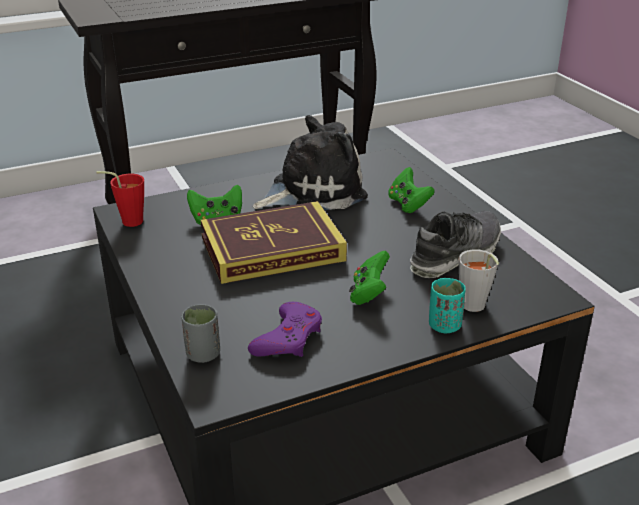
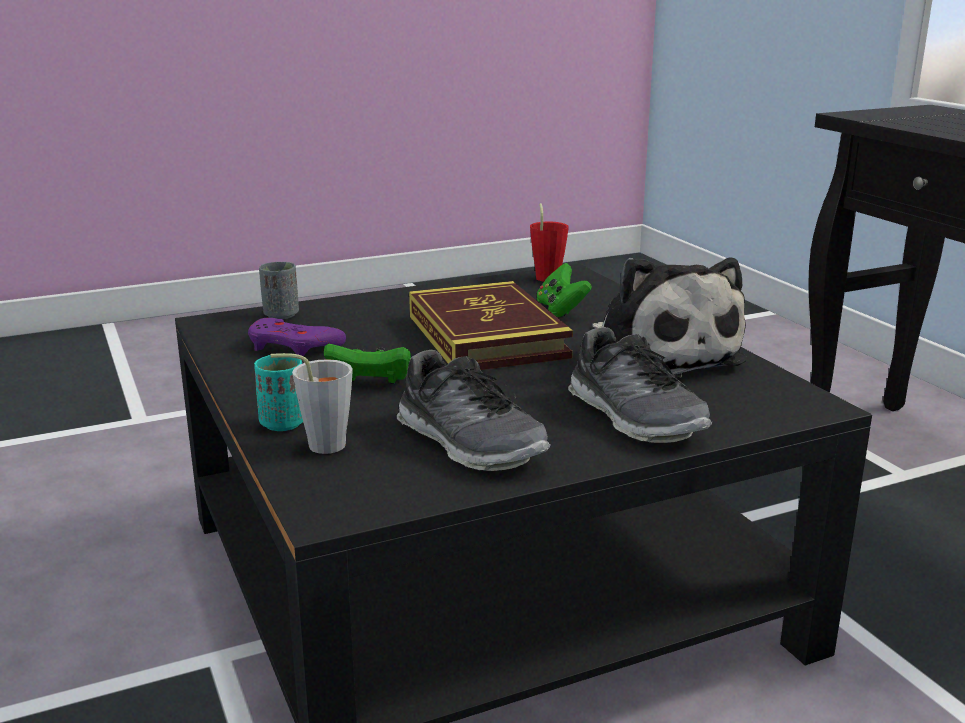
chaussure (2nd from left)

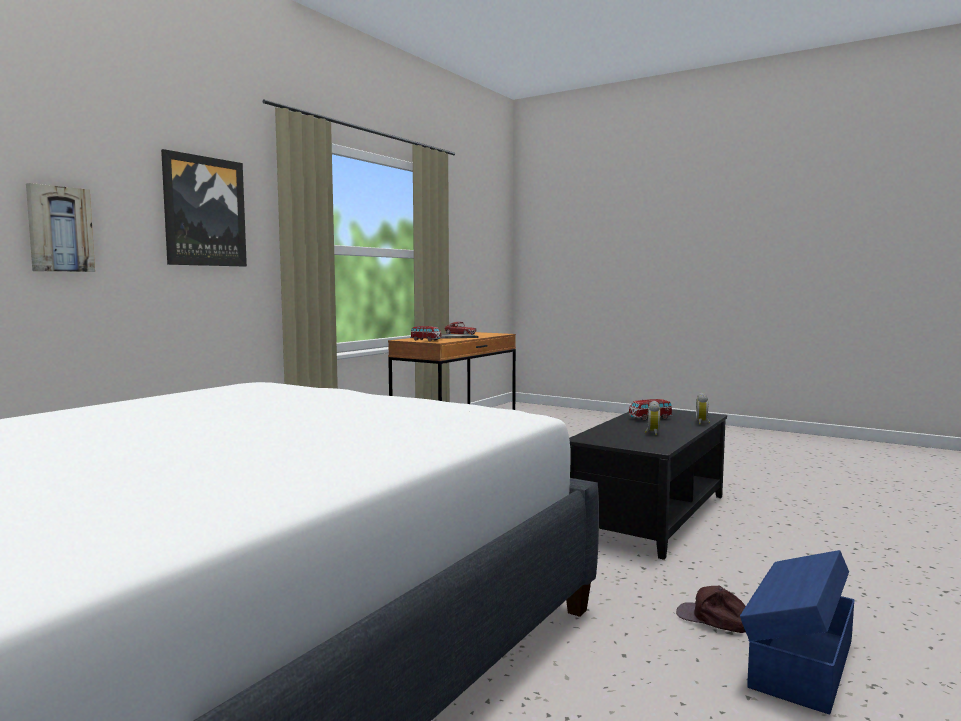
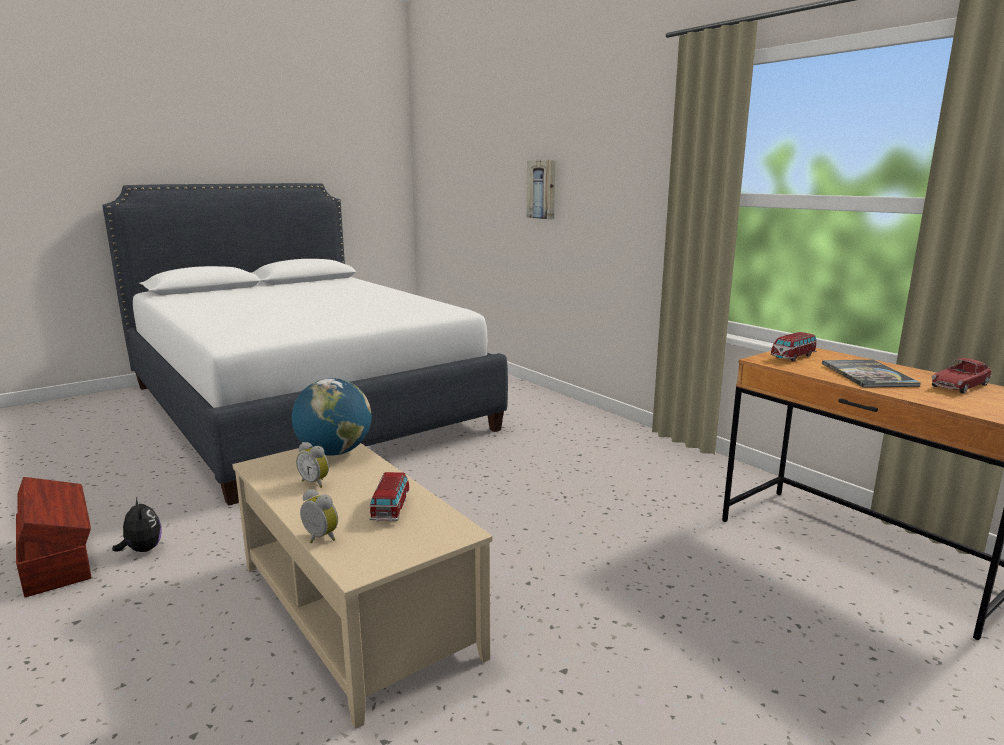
tableau (2nd from left in the first image); globe; peluche; table basse (beige); boîte de rangement (marron)

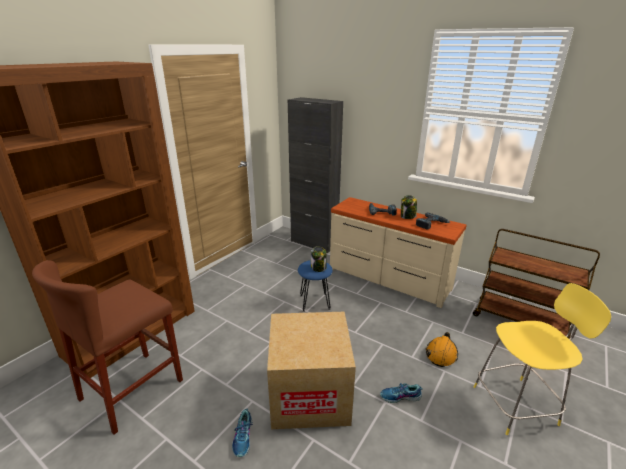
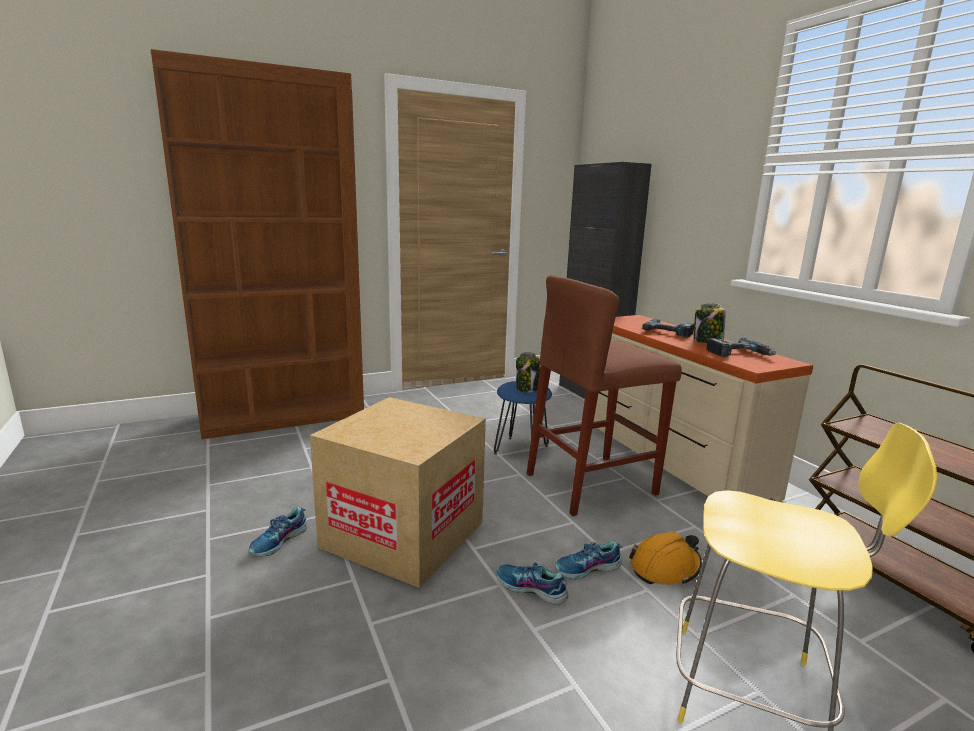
chaussure (3rd from left); tabouret (marron)

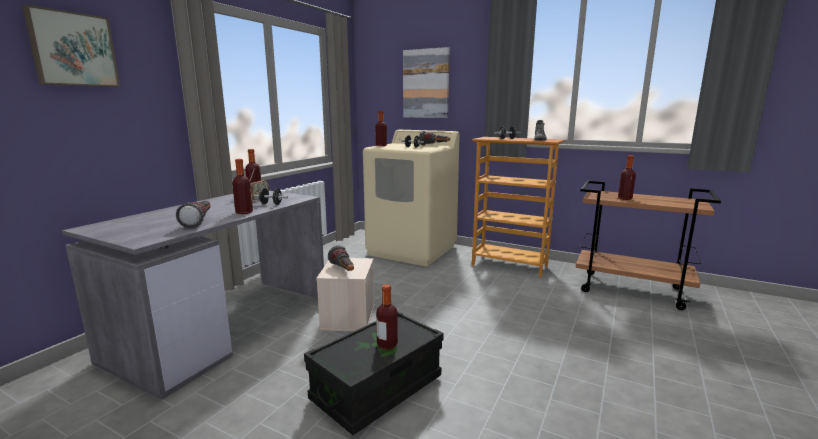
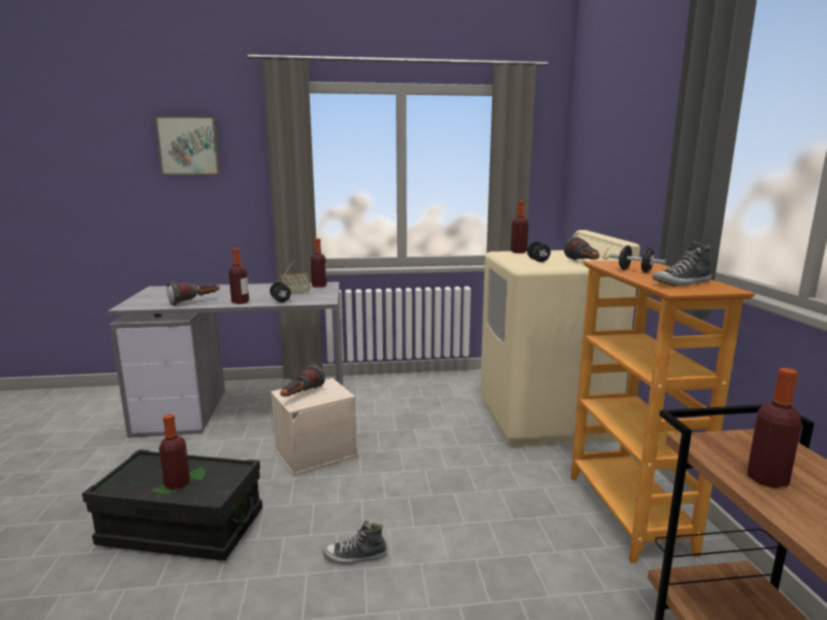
tableau (2nd from left in the first image); chaussure (1st from left)

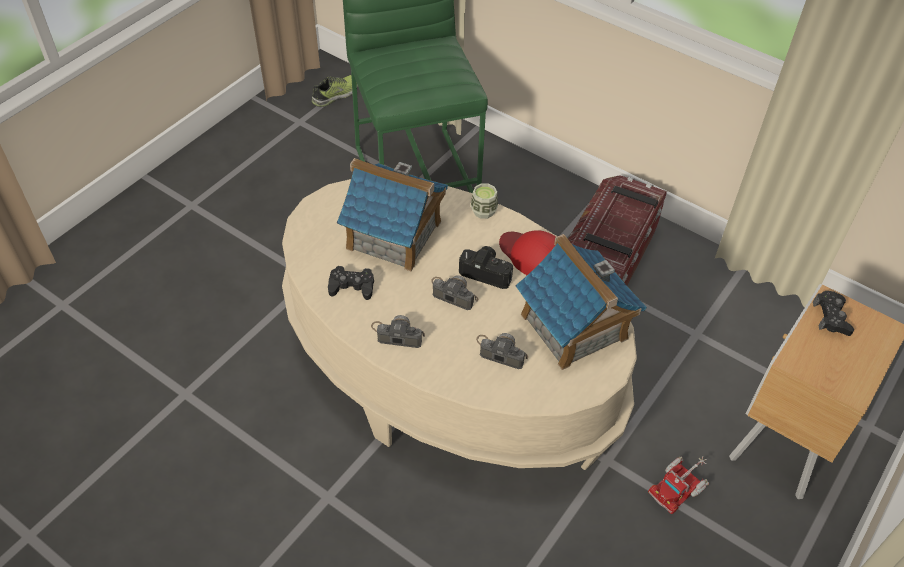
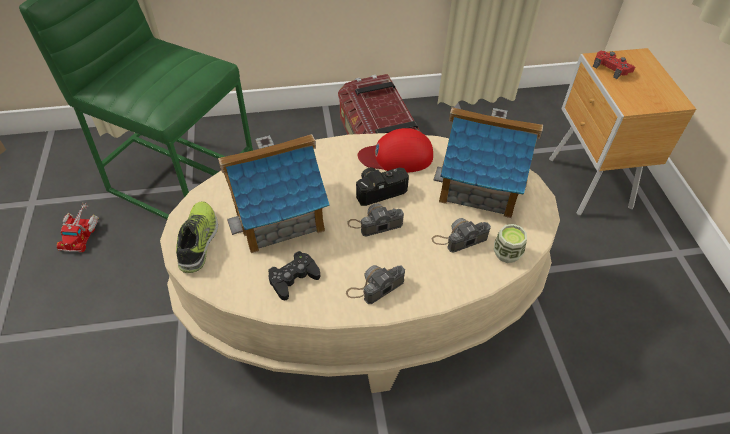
chaussure; tasse; camion jouet; manette (rouge)

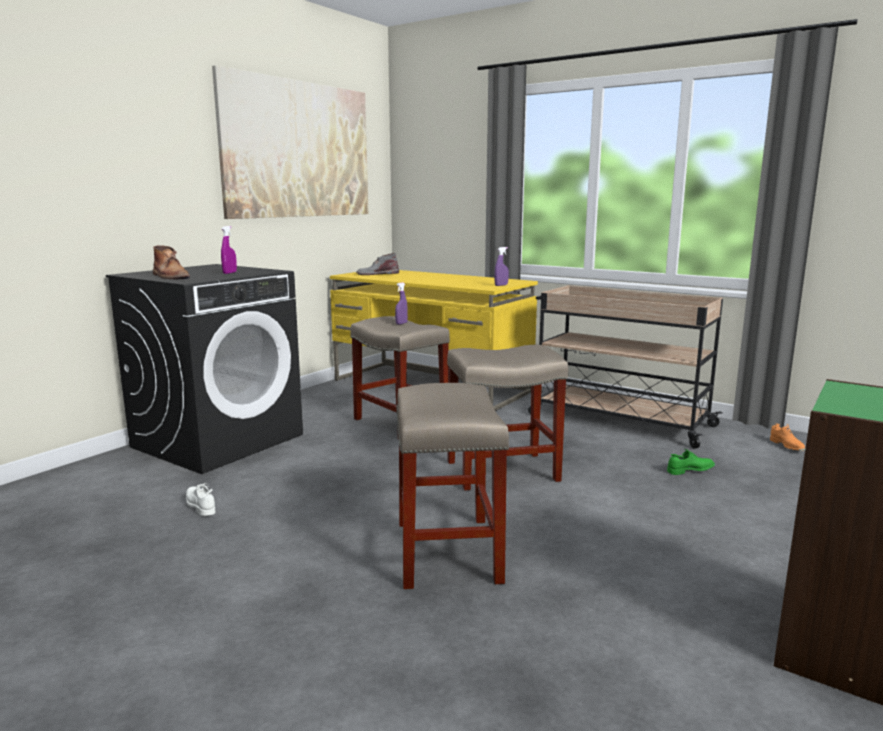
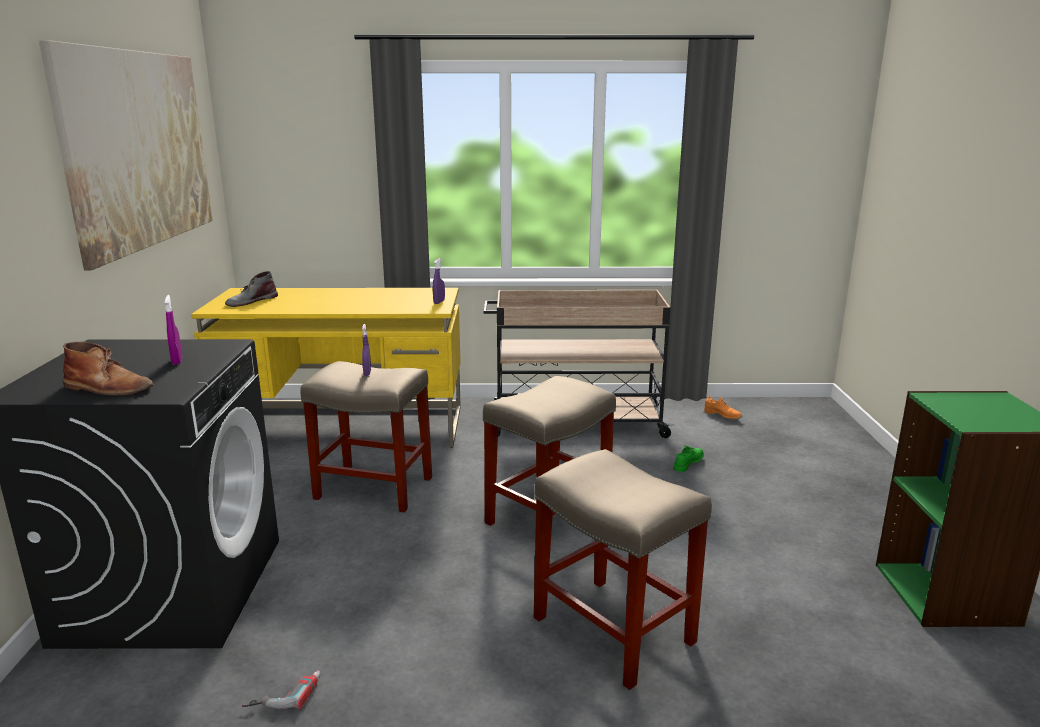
perceuse

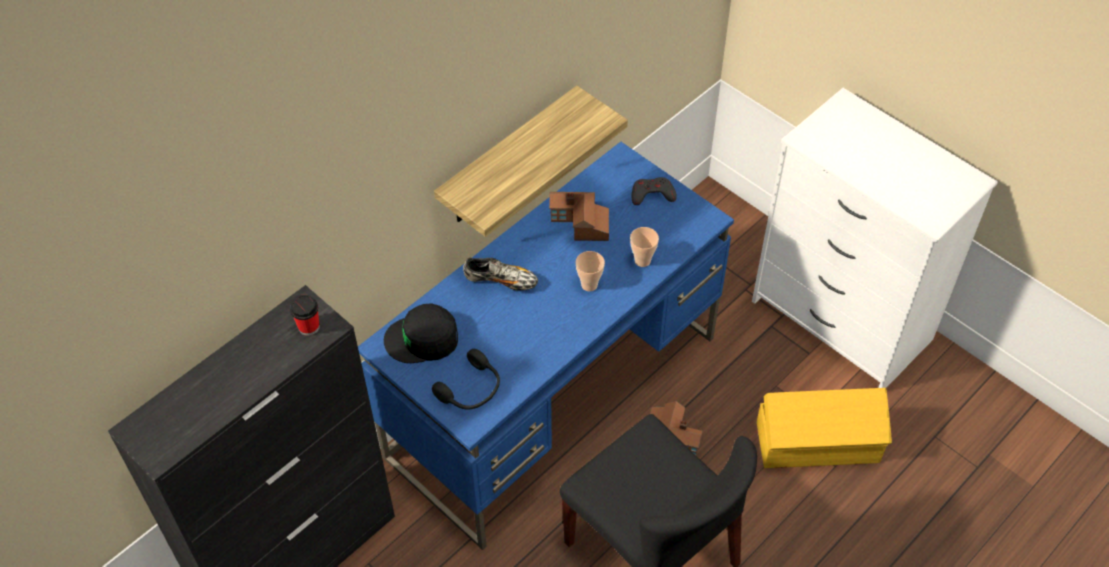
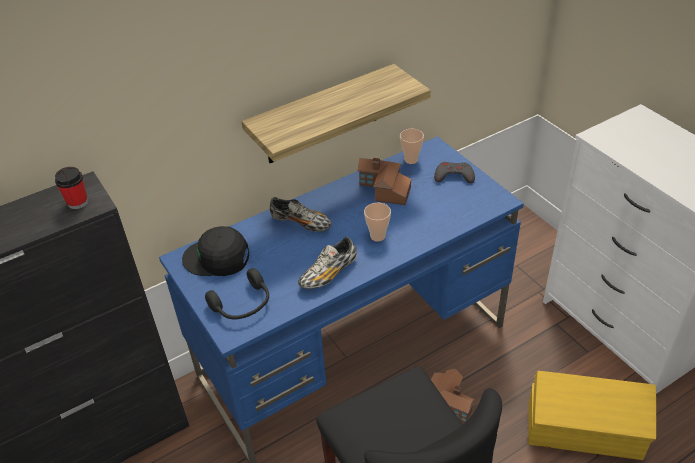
chaussure (2nd from left); tasse (3rd from left)

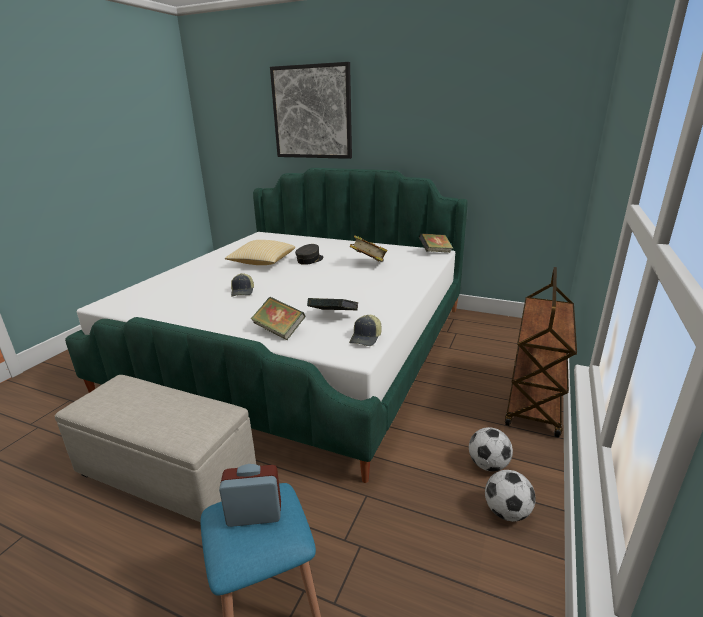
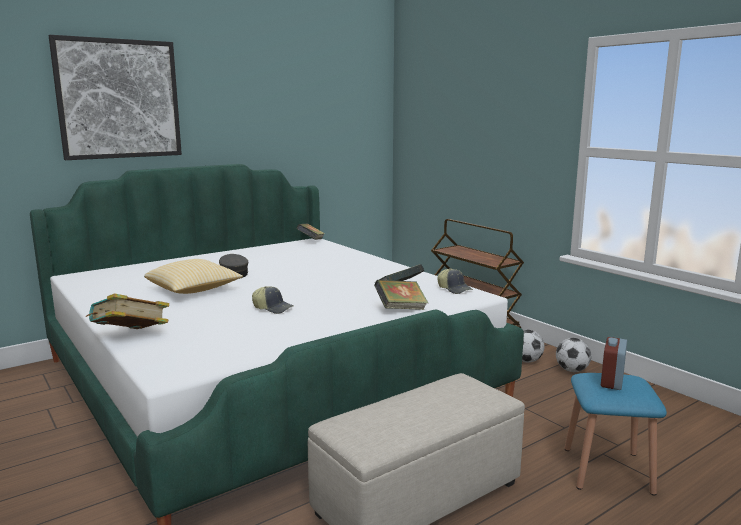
livre (1st from left)

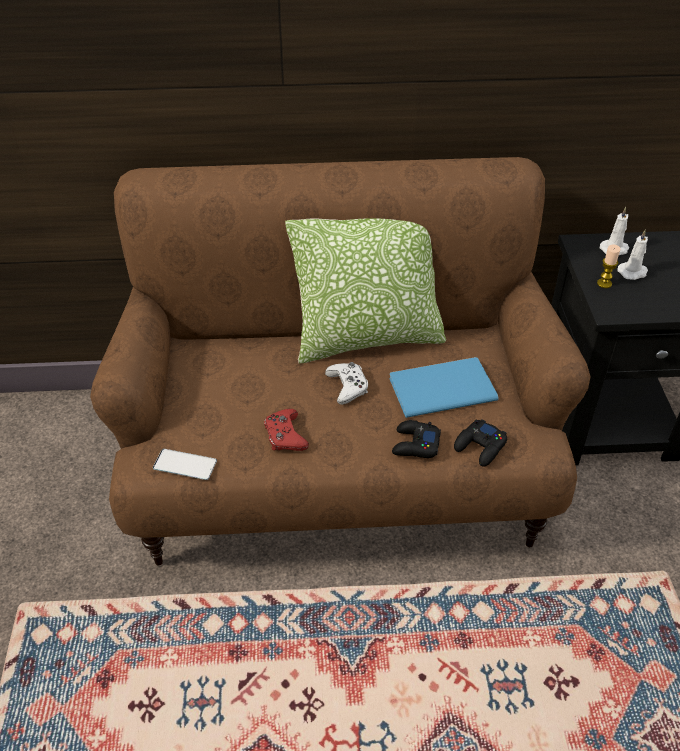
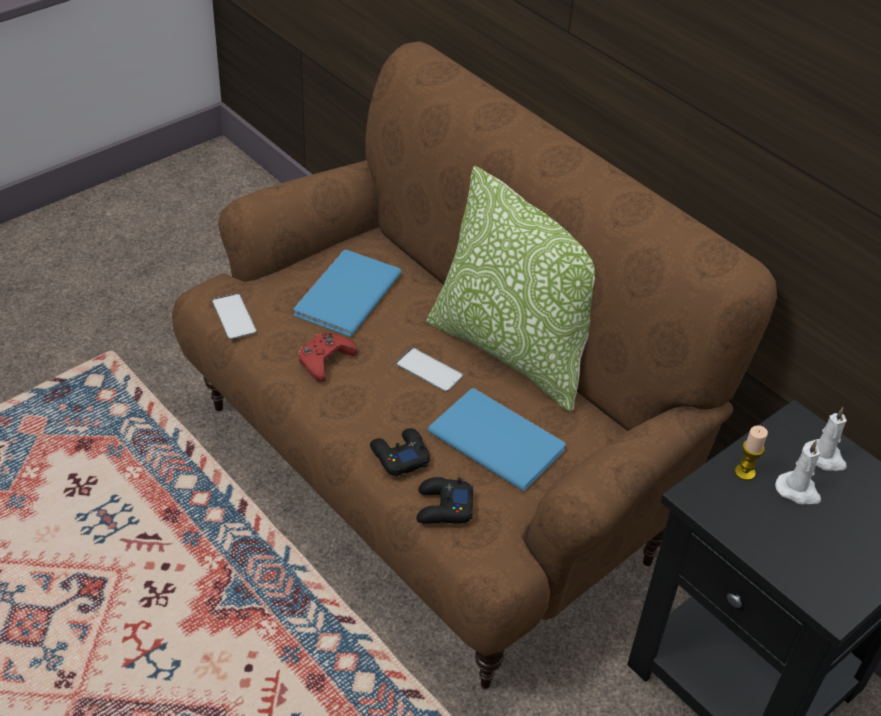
livre (bleu) (1st from left); téléphone (2nd from left)

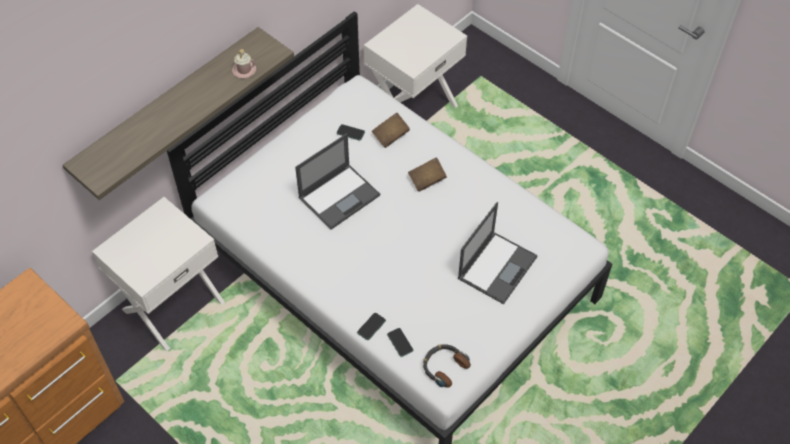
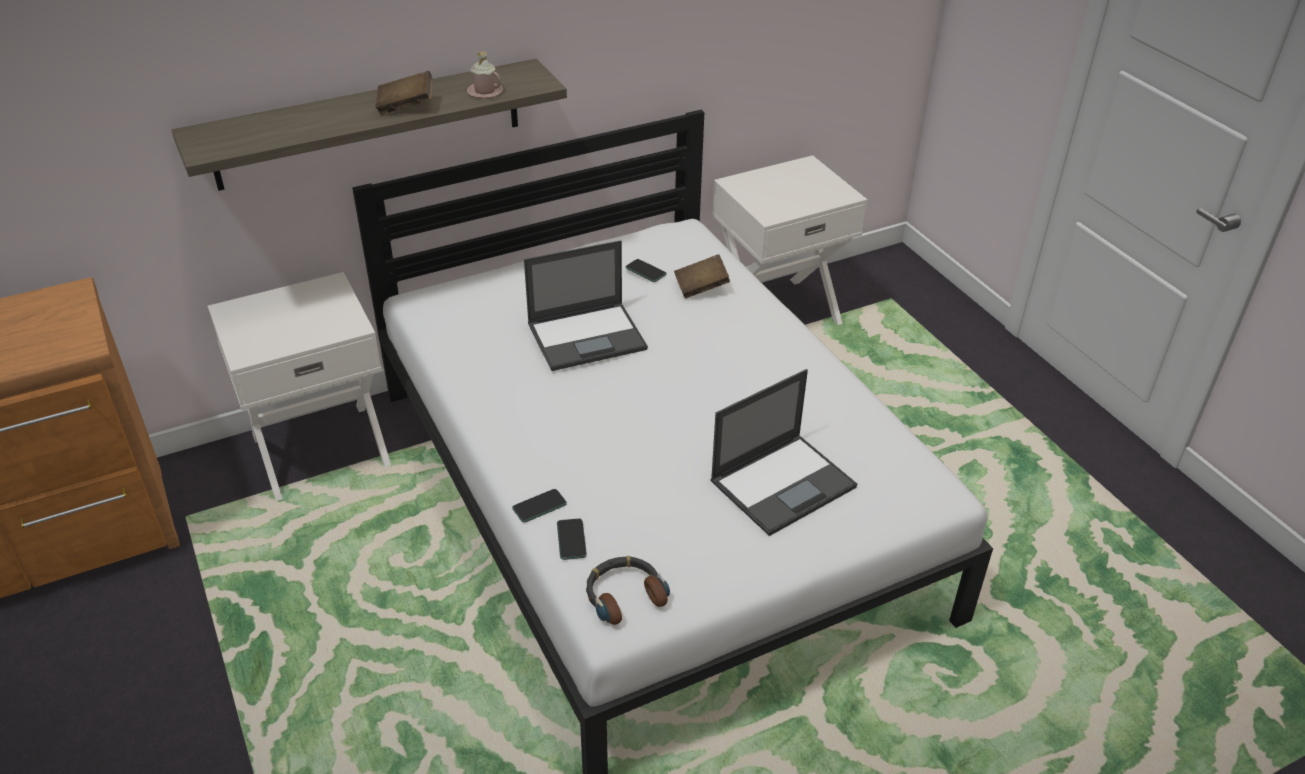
livre (marron) (1st from left)

